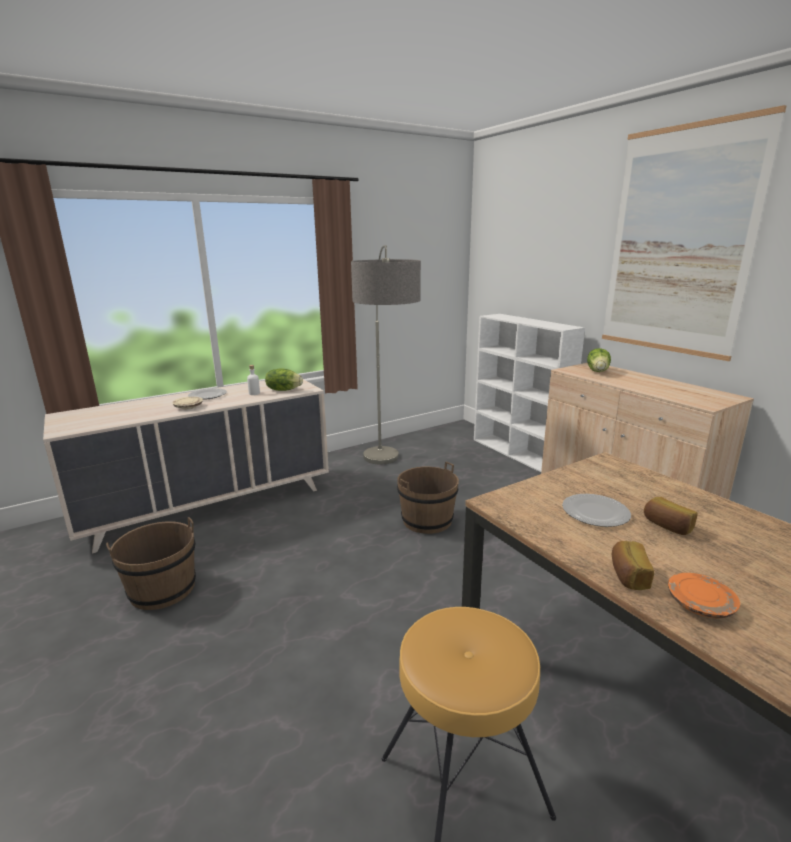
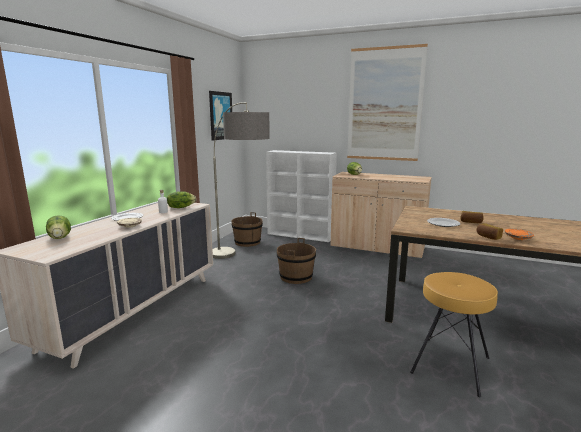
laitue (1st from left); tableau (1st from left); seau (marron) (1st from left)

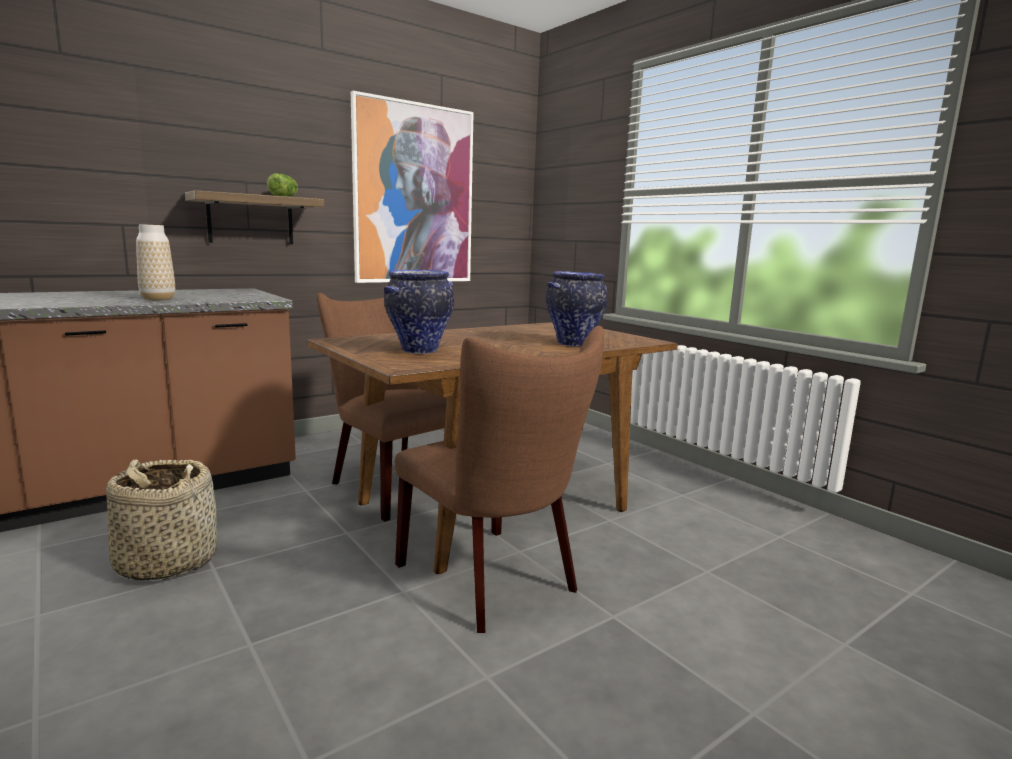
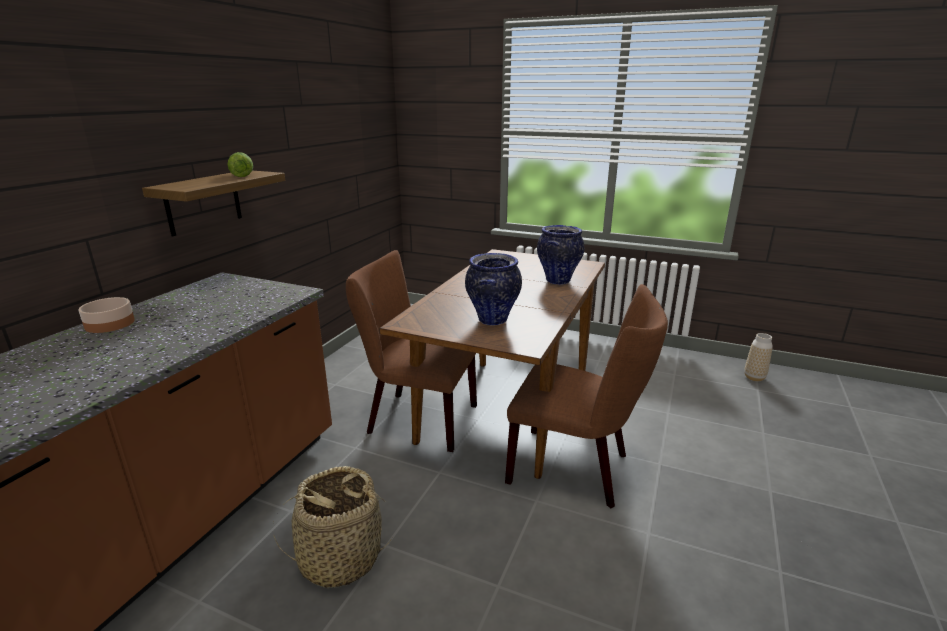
tableau; bol; vase (3rd from left)

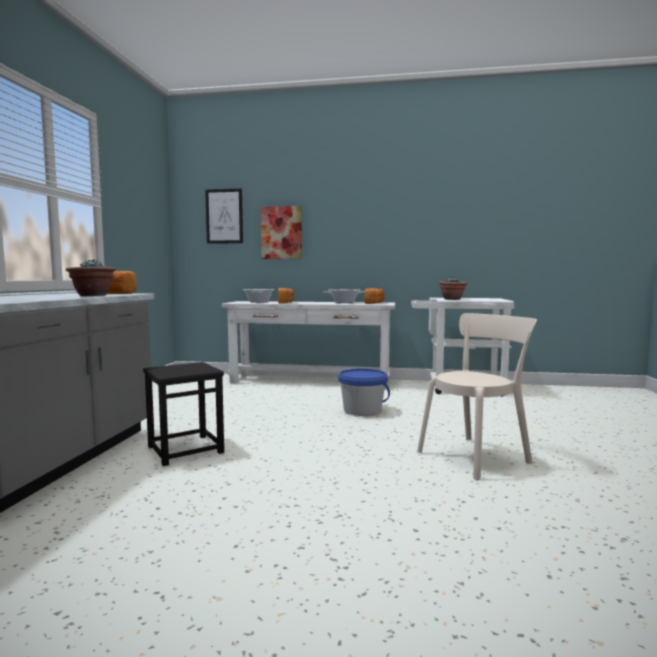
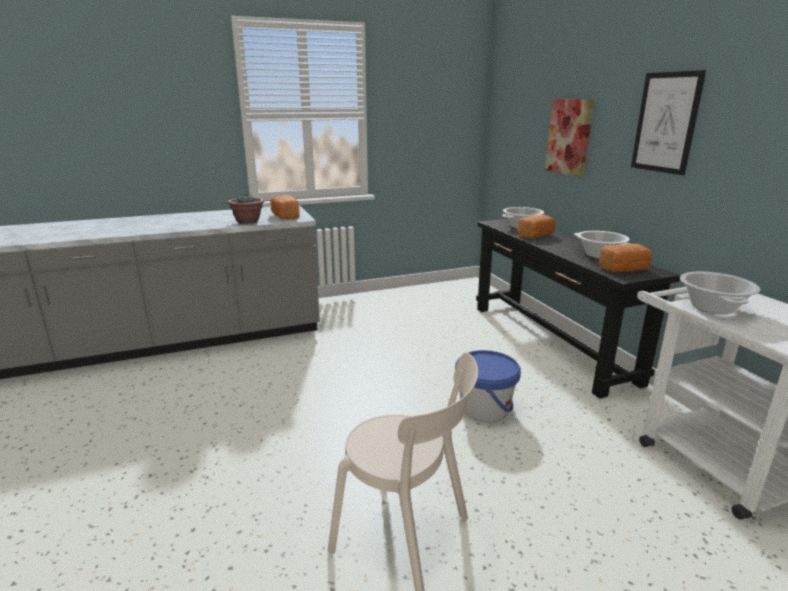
tabouret (noir); tableau (2nd from left); marmite (3rd from left); table console (noir)

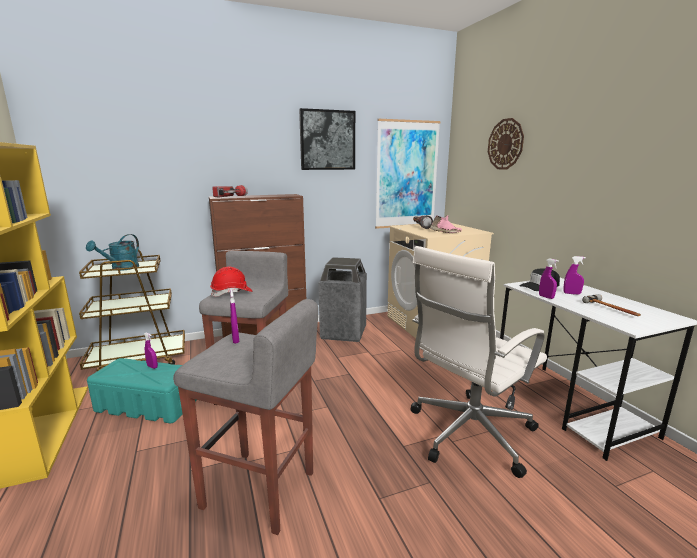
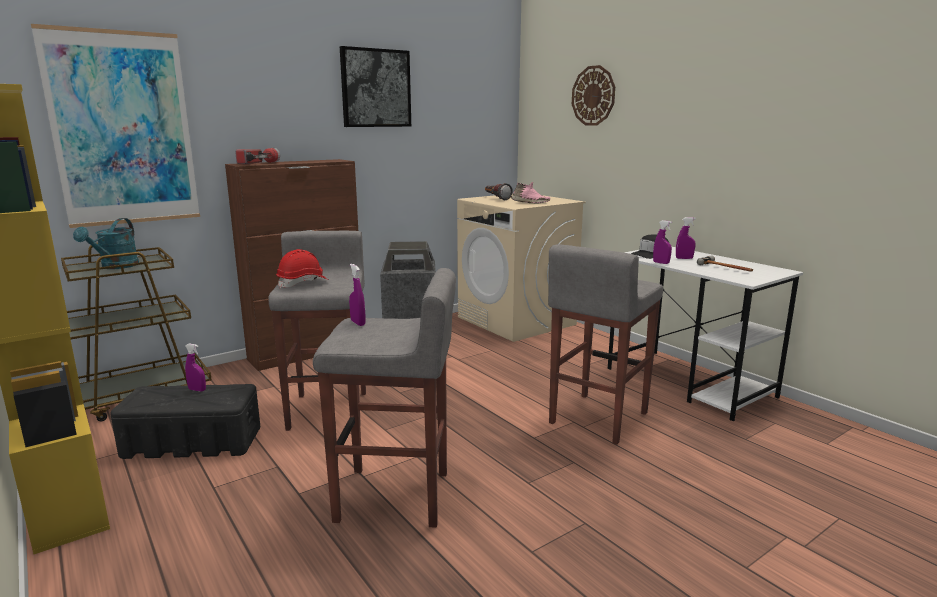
tableau (1st from left); tabouret (gris) (3rd from left); boîte de rangement (noir)

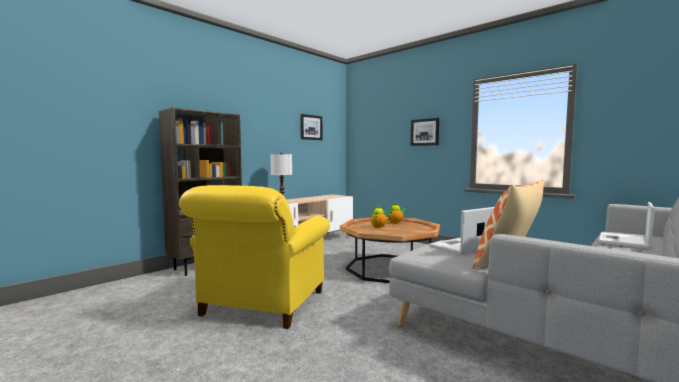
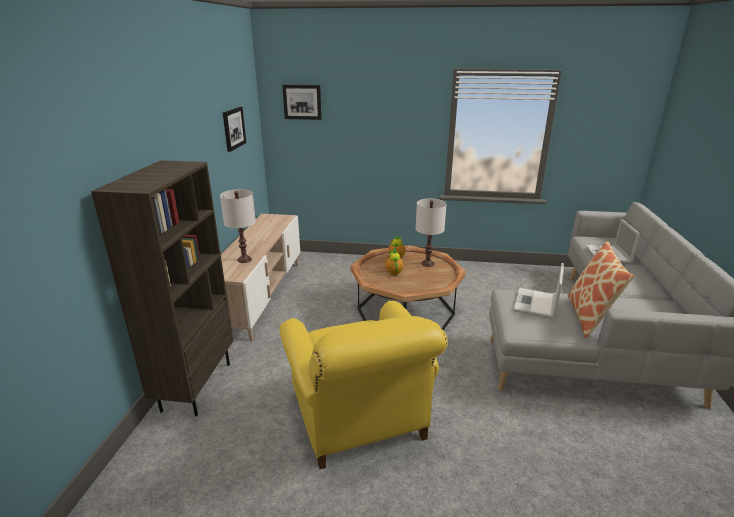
lampe de table (blanc) (2nd from left); tableau (2nd from left)

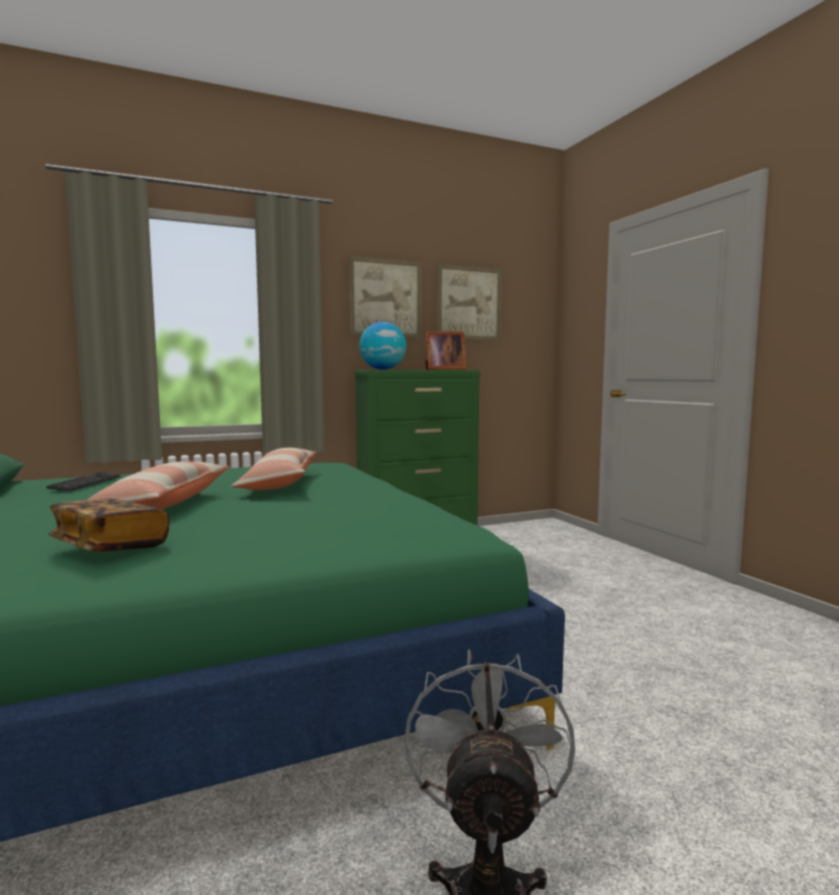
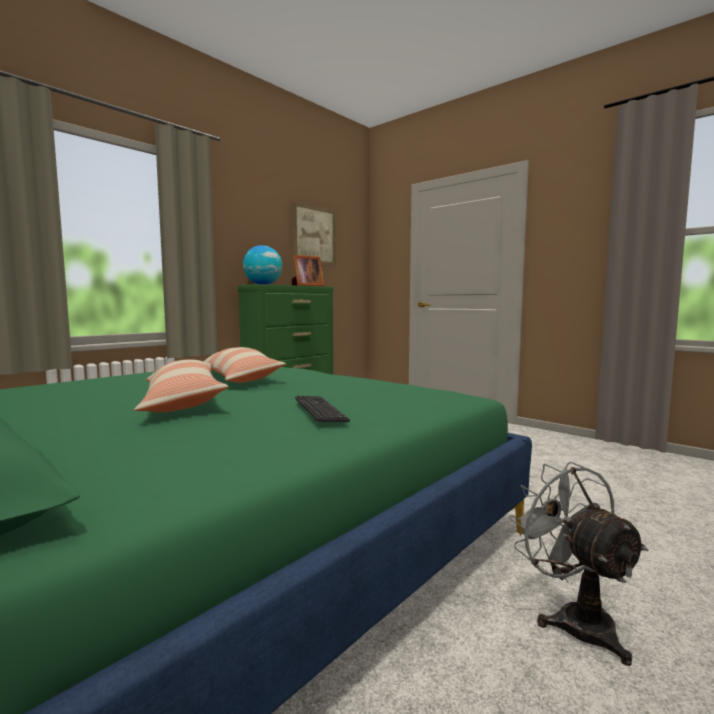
livre; tableau (1st from left in the first image); clavier

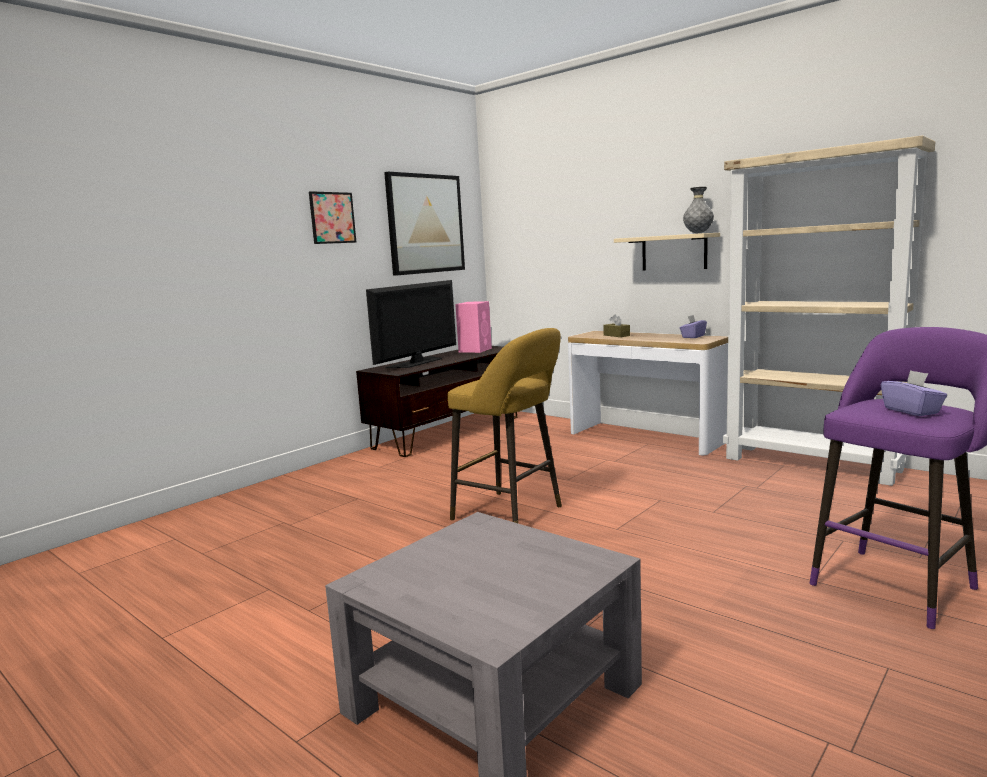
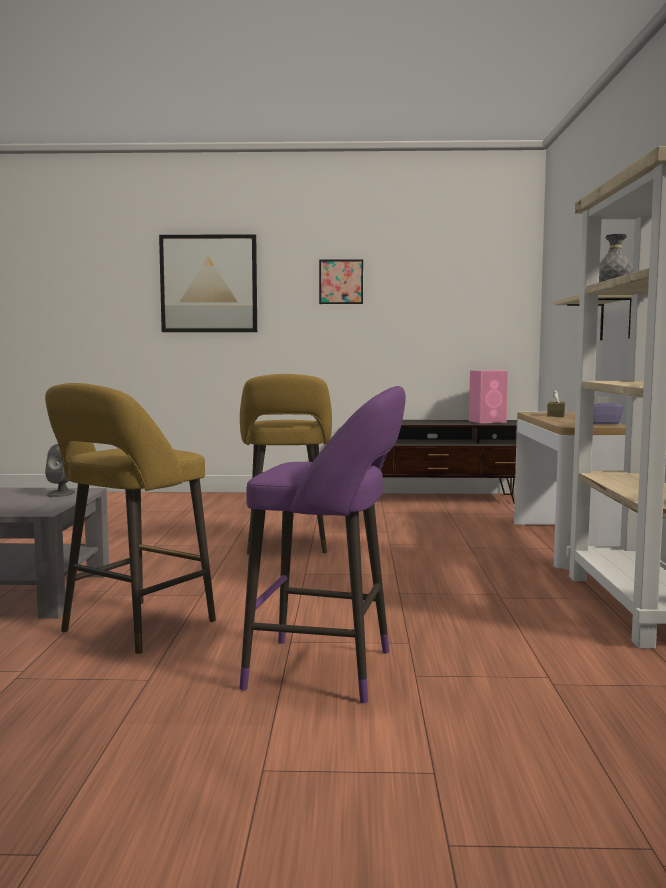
téléviseur; boîte à mouchoirs (violet) (2nd from left in the first image); tabouret (jaune) (1st from left); enceinte (gris); tableau (1st from left)

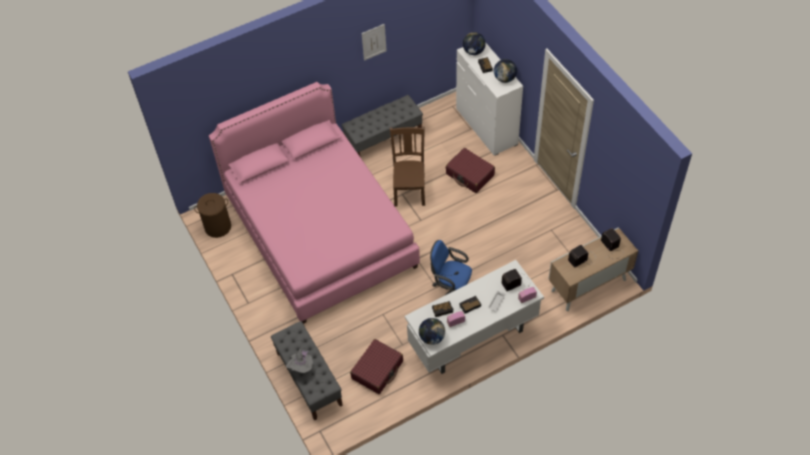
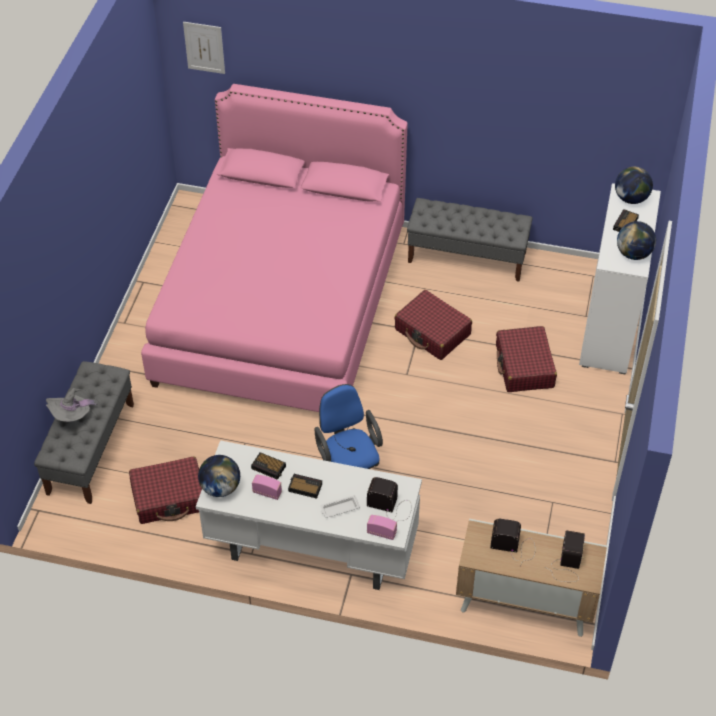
panier à linge (marron); tableau; valise (rouge) (2nd from left)

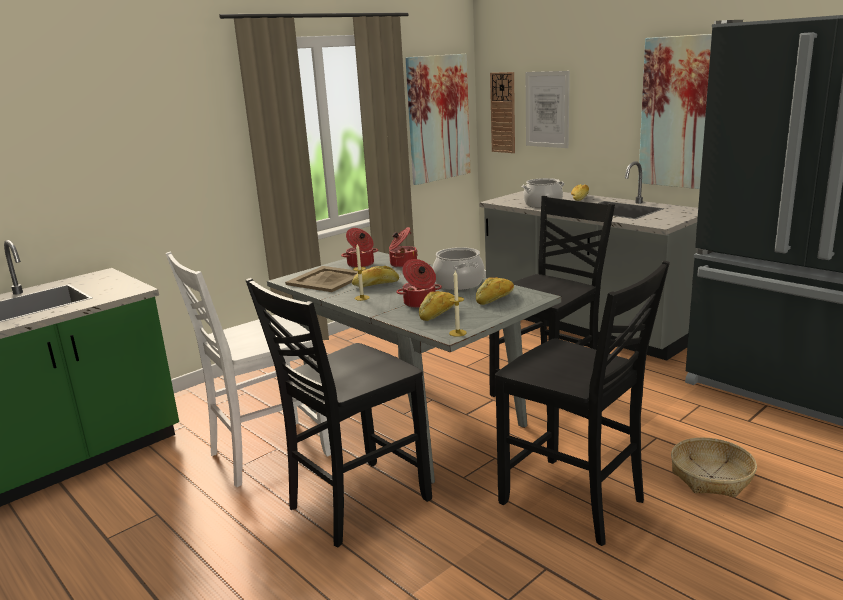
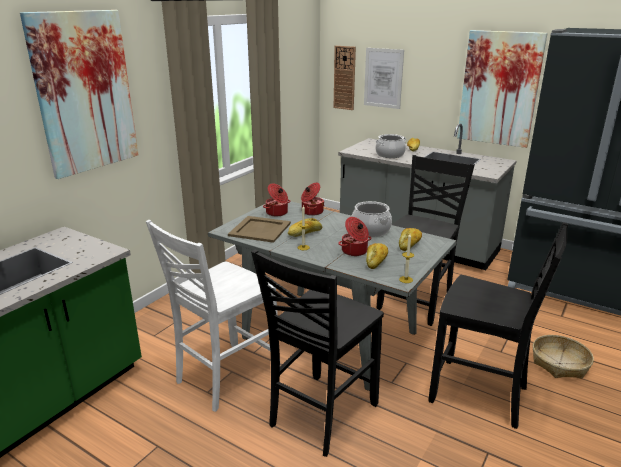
tableau (1st from left)

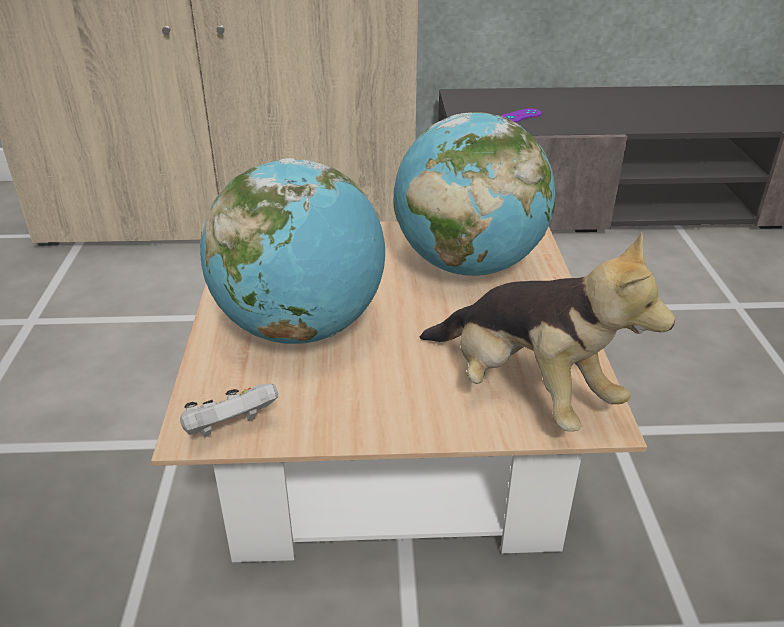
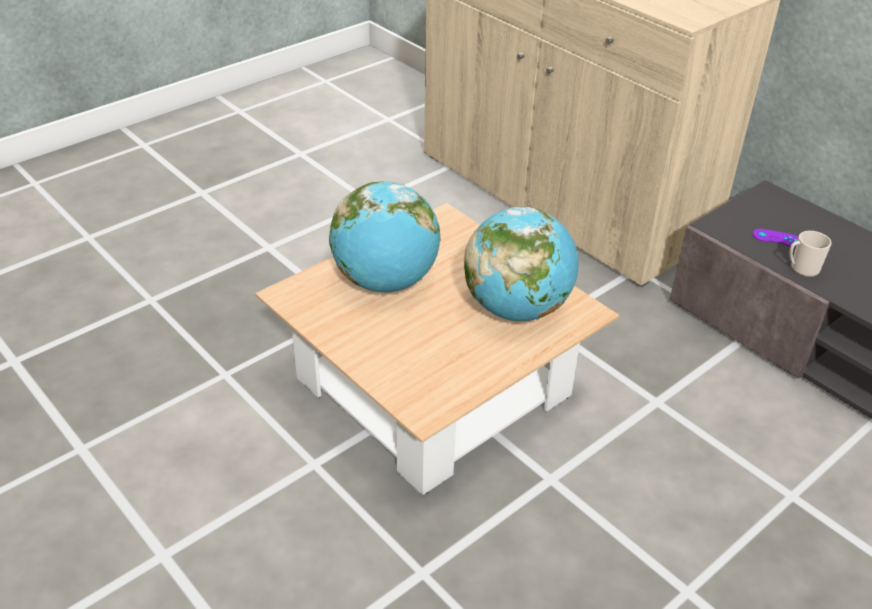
manette (blanc); peluche; mug

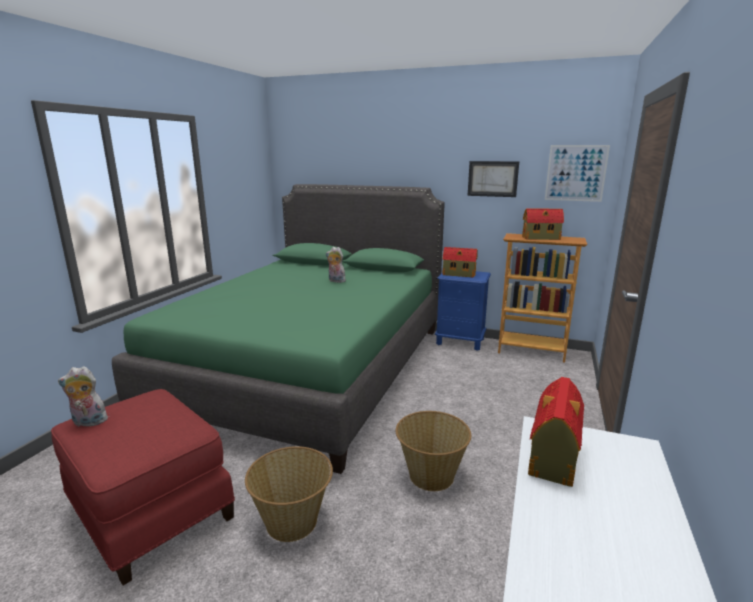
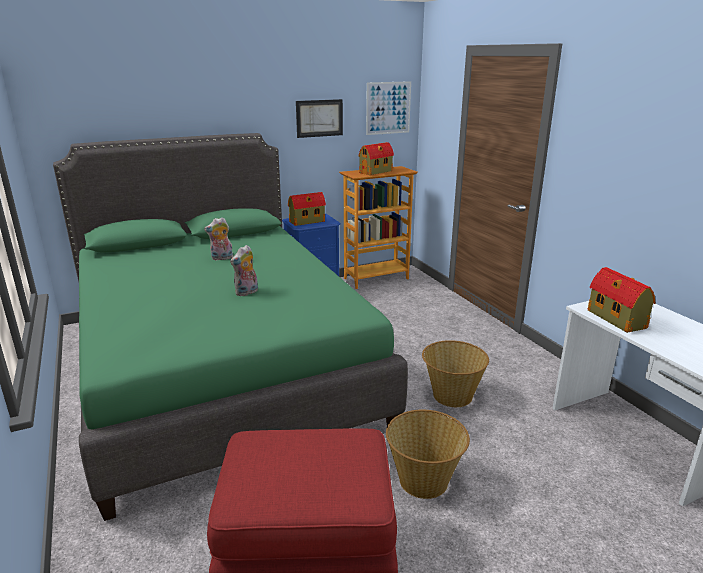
peluche (2nd from left)

